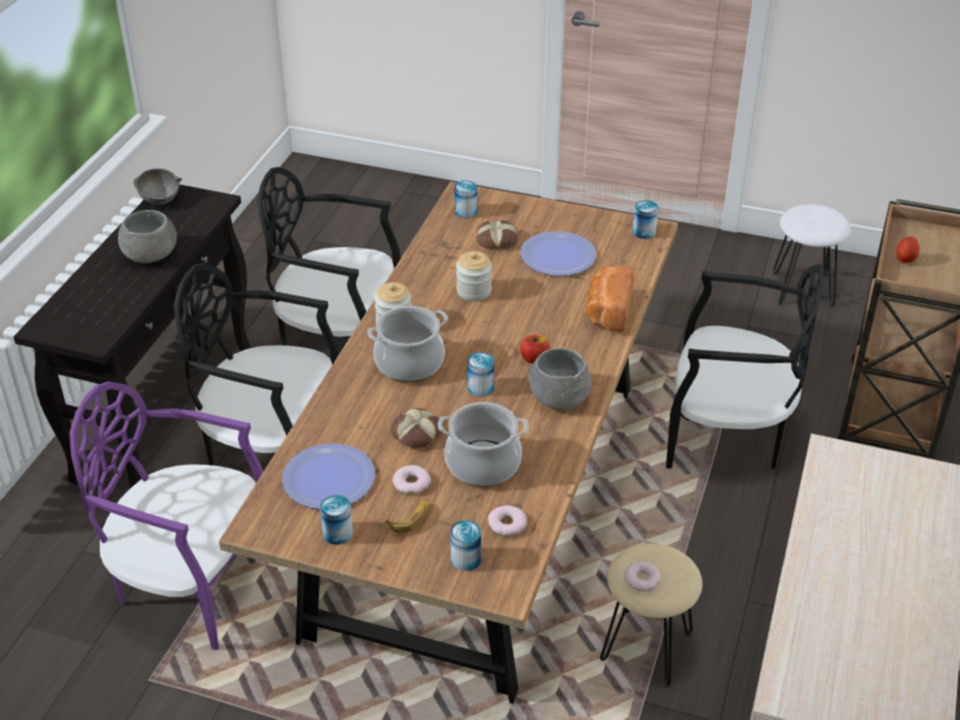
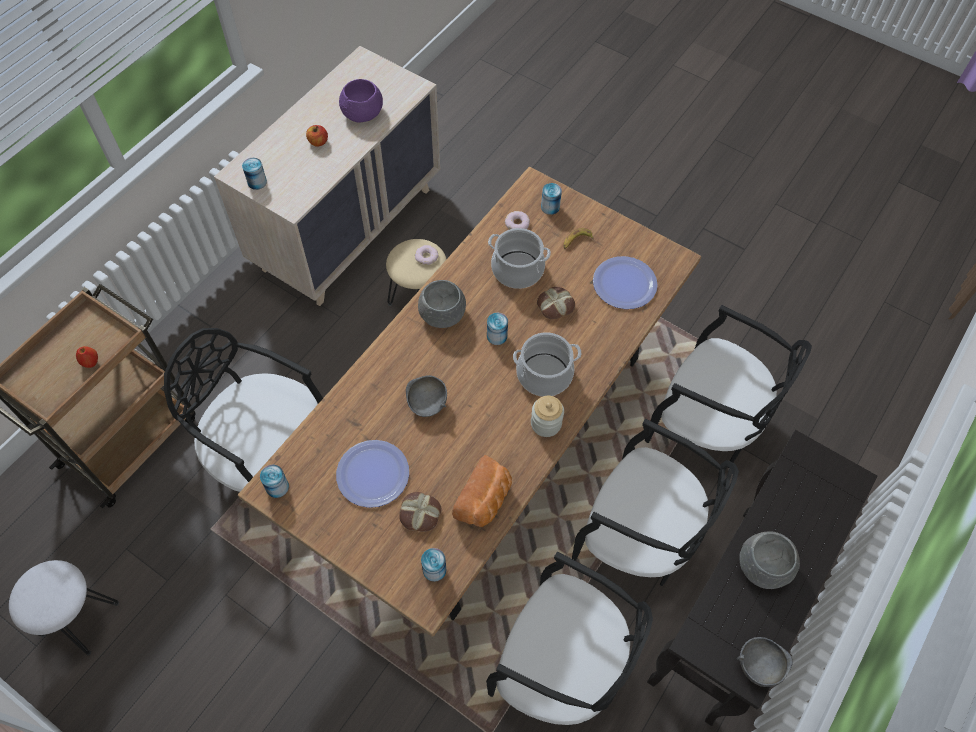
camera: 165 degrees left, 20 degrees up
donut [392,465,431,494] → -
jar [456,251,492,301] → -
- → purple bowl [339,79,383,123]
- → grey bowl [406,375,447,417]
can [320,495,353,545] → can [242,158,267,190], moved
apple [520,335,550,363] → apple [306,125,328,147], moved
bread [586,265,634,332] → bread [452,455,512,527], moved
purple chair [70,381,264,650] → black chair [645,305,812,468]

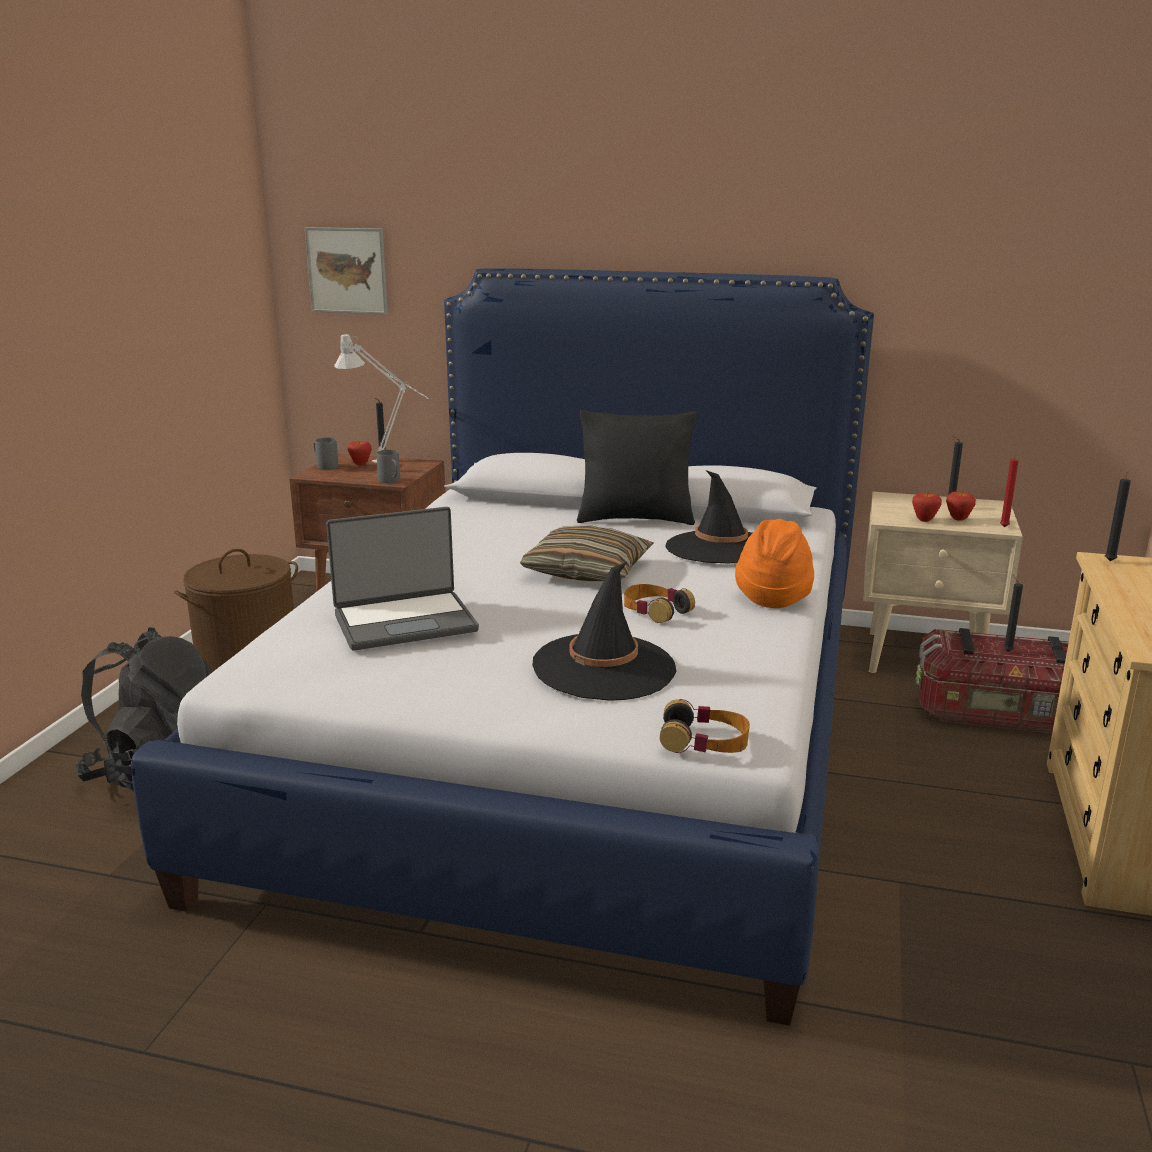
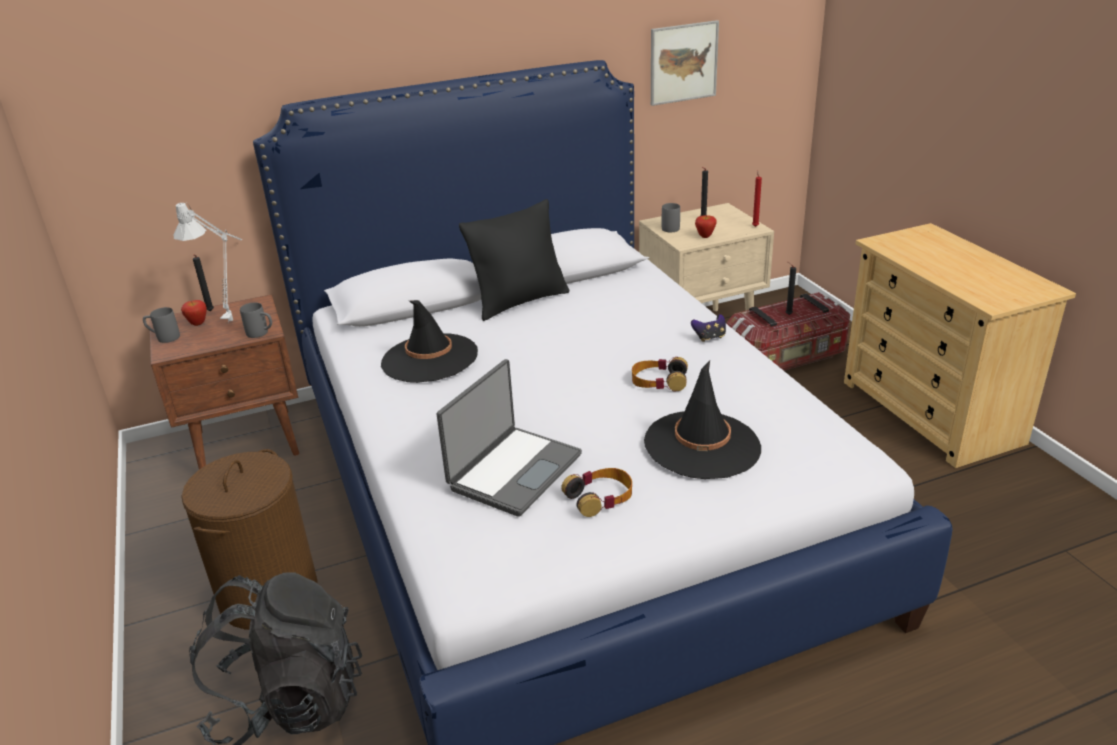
camera: 35 degrees left, 10 degrees up
pillow [520,525,654,581] → -
apple [946,491,976,521] → -
black candle [1105,469,1131,561] → -
- → grey mug [662,203,680,232]
picture [305,227,388,315] → picture [651,20,719,106], moved
headphones [660,699,750,753] → headphones [561,468,632,517], moved
black hat [665,470,752,564] → black hat [381,300,478,383], moved
orange hat [735,519,814,608] → game controller [691,314,726,342]

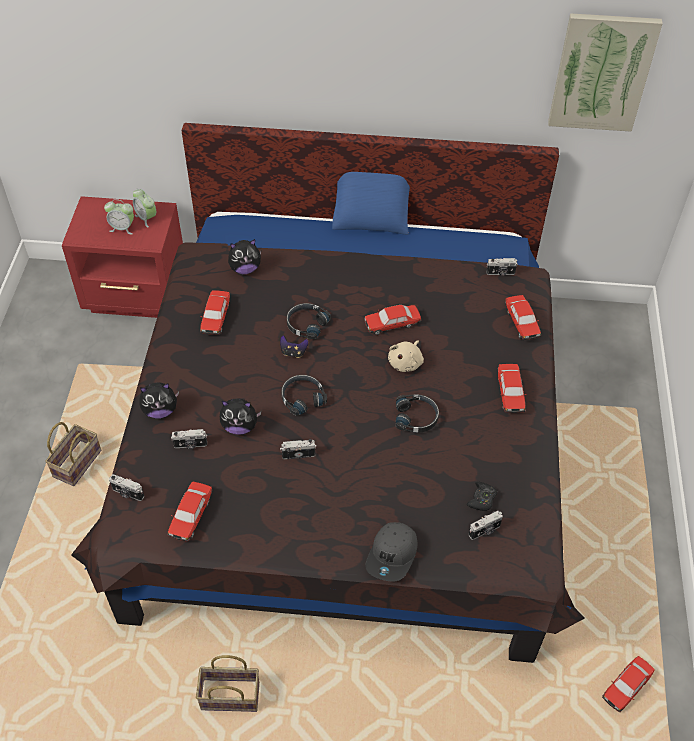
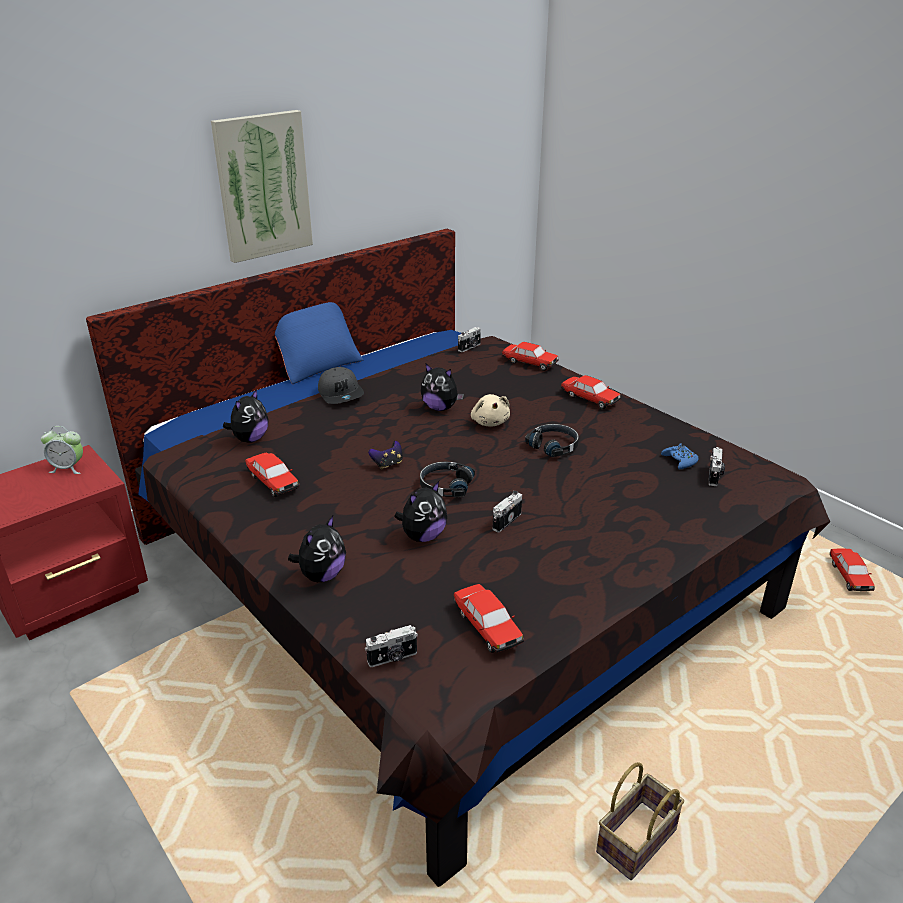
camera: 45 degrees left, 20 degrees down
basket [45,422,101,486] → -
alarm clock [104,199,134,234] → -
photo camera [171,429,207,449] → -
black headphones [287,303,331,339] → -
grey cap [365,522,417,582] → grey cap [318,367,364,404], moved
picture [548,13,663,132] → picture [211,110,313,263], moved
toy car [364,305,421,335] → plush toy [421,364,464,411]
black game controller [467,482,497,511] → blue game controller [661,443,699,469]

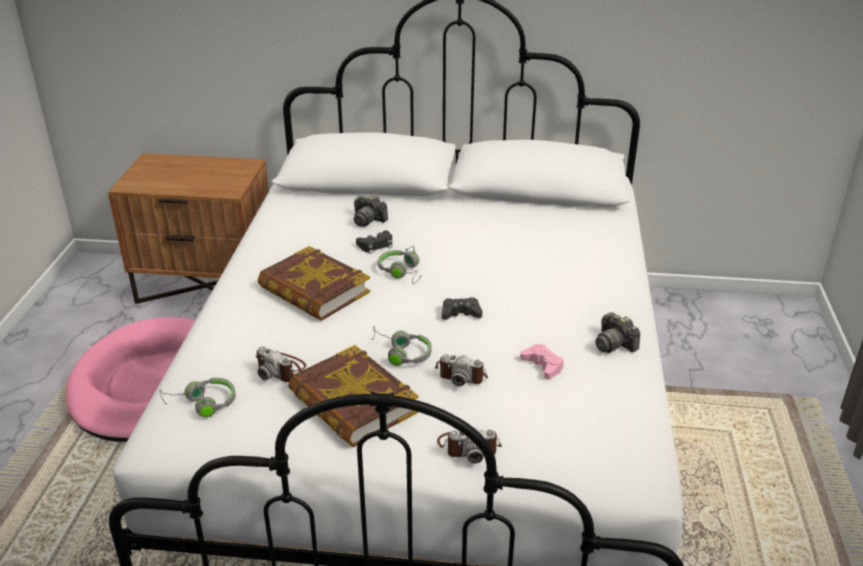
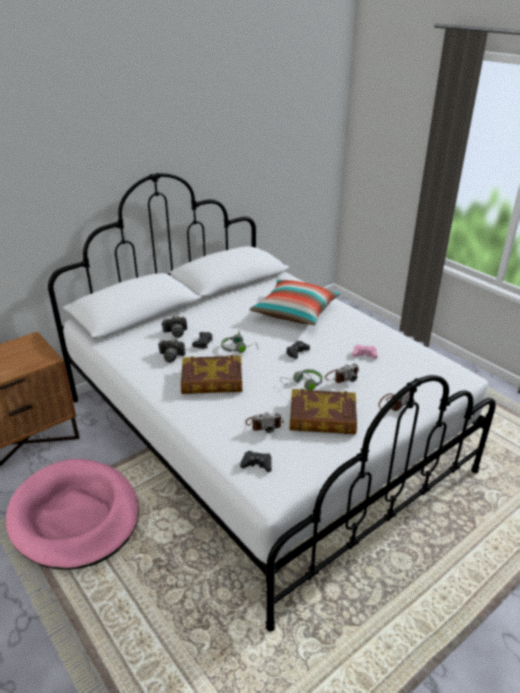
camera: 45 degrees left, 0 degrees up
- → pillow [249,279,340,325]
photo camera [596,312,640,353] → photo camera [158,338,186,362], moved
grey headphones [160,378,236,418] → black game controller [240,451,272,472]

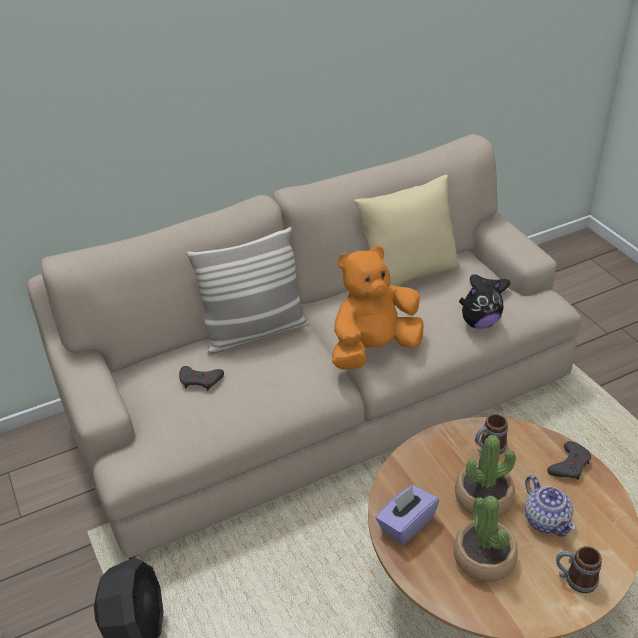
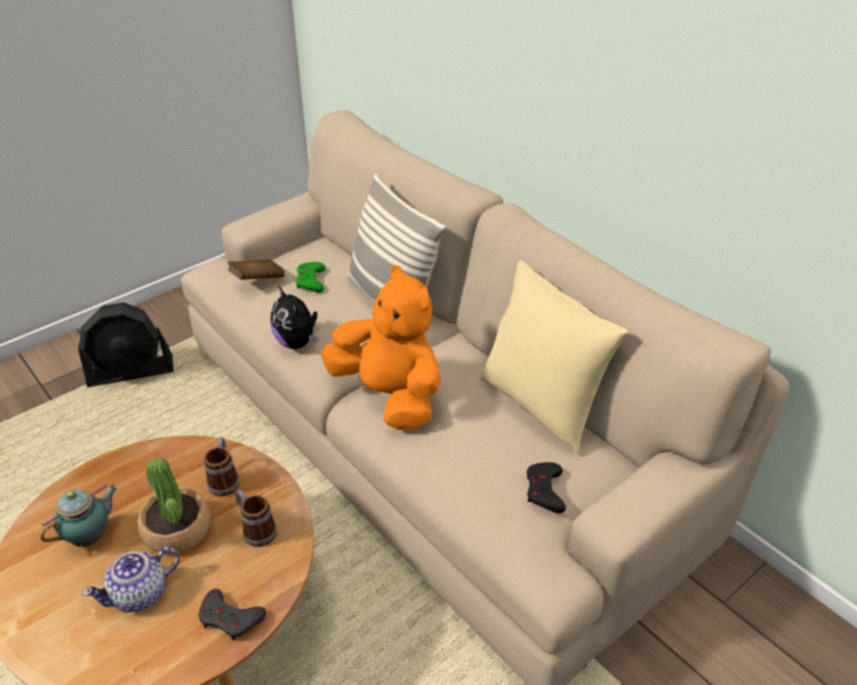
camera: 75 degrees right, 0 degrees up
purple tissue box [376,485,439,545] → -
- → brown book [228,259,285,280]
plush toy [459,280,504,329] → plush toy [270,286,319,349], moved
mug [556,546,602,593] → mug [204,437,239,497], moved
potted plant [454,496,518,582] → teapot [40,485,118,547]
grey game controller [179,366,224,391] → green game controller [295,262,325,293]

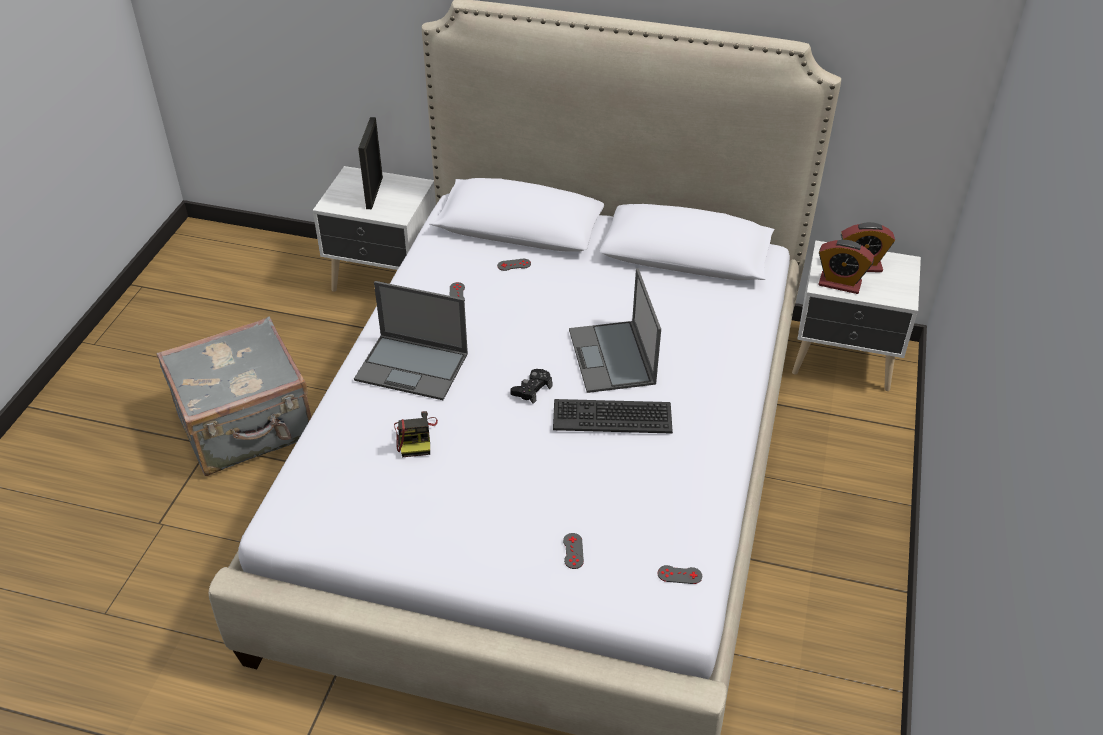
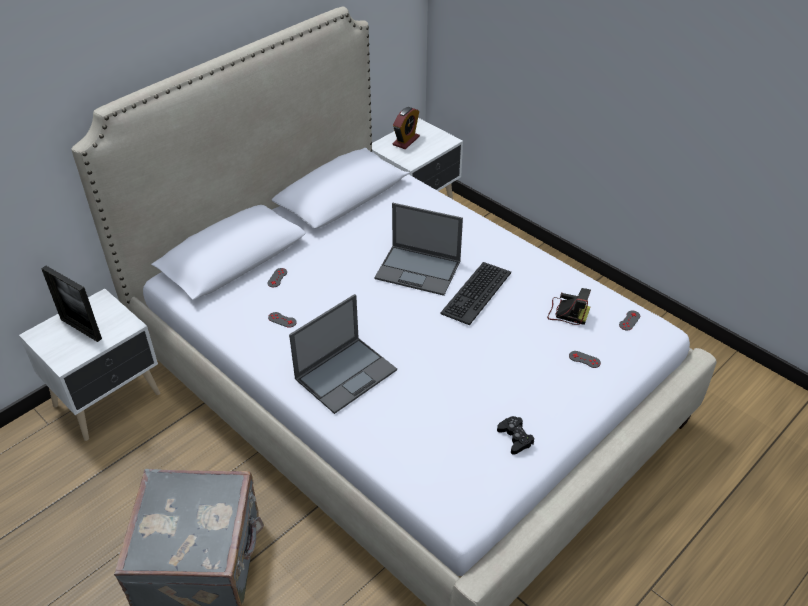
camera: 60 degrees left, 0 degrees up
alarm clock [818,240,874,294] → -
photo camera [394,411,438,457] → photo camera [547,288,591,325], moved
black game controller [510,369,552,404] → black game controller [497,416,534,455], moved

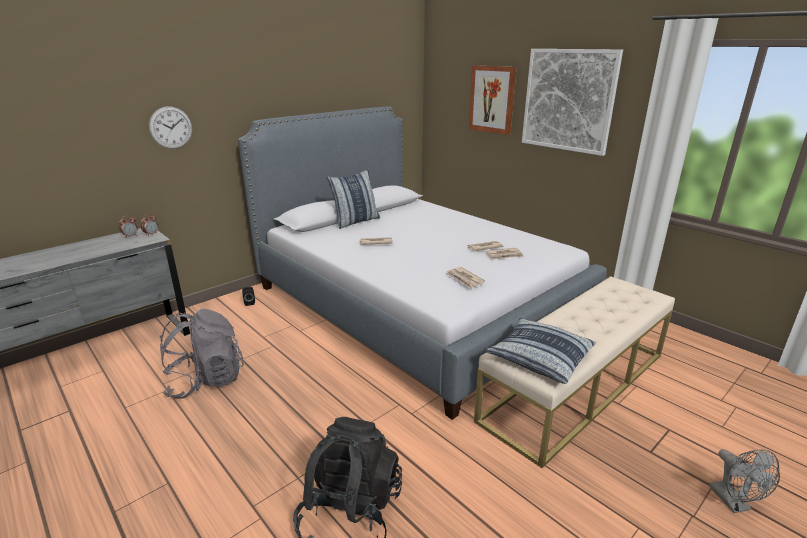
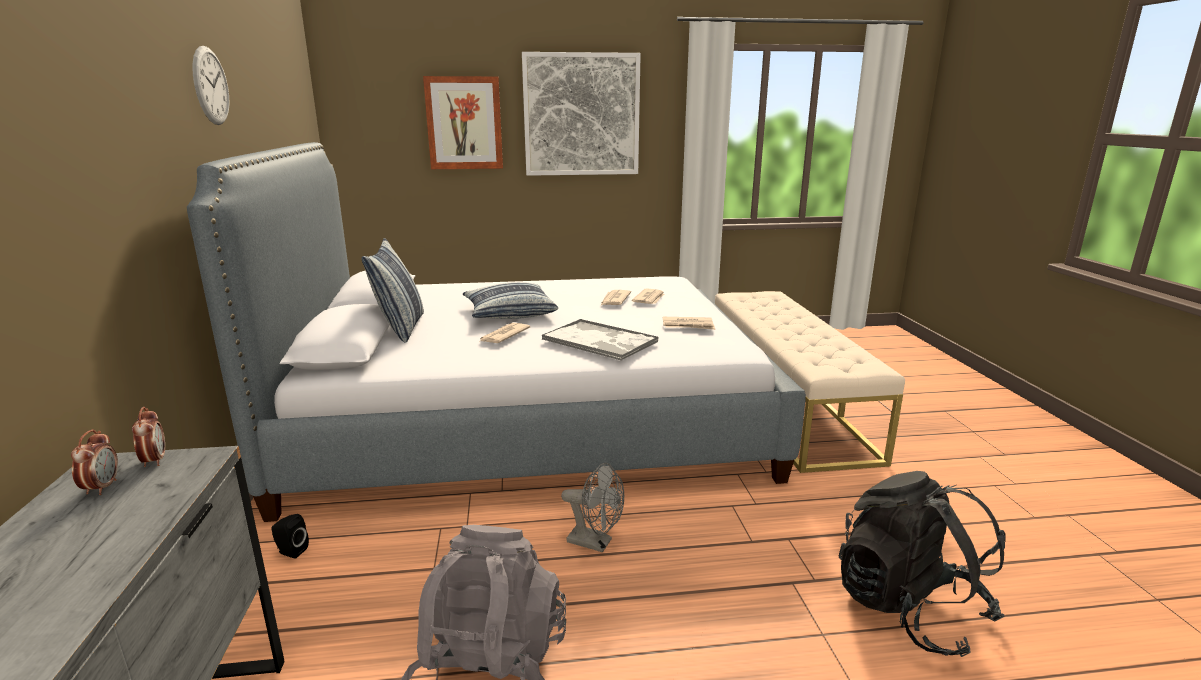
camera: 55 degrees left, 5 degrees down
- → tray [542,319,659,361]
wall clock [149,106,192,149] → wall clock [192,46,229,125], moved
pillow [485,318,595,384] → pillow [463,282,558,319], moved
grey fan [709,449,780,513] → grey fan [561,463,624,553], moved

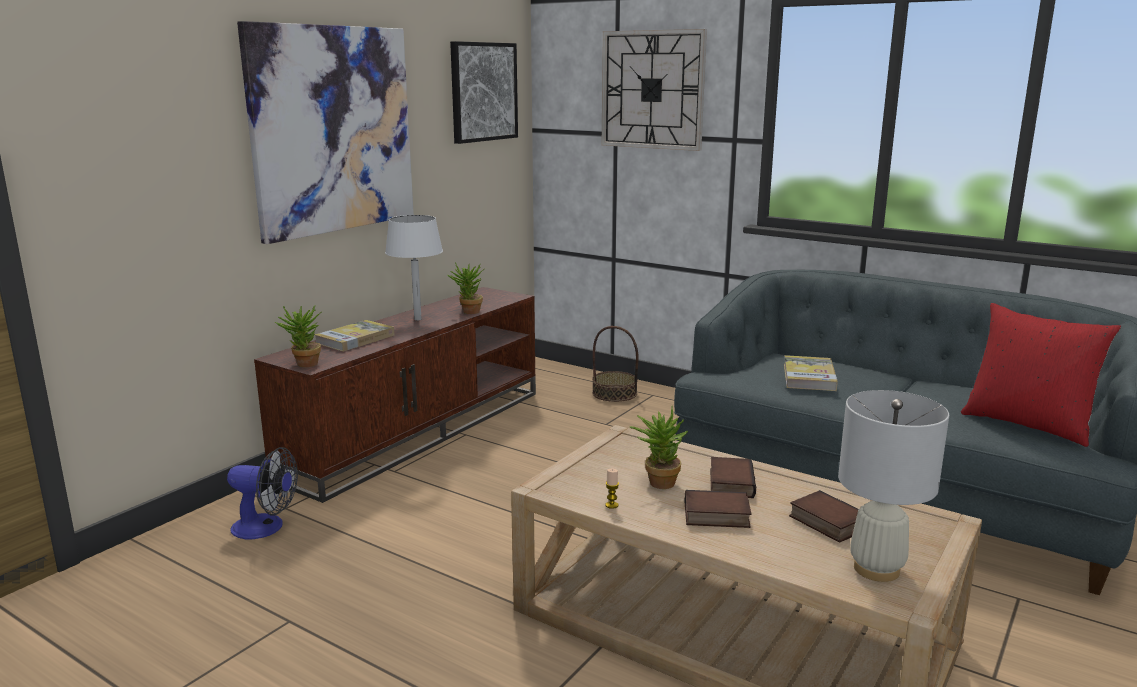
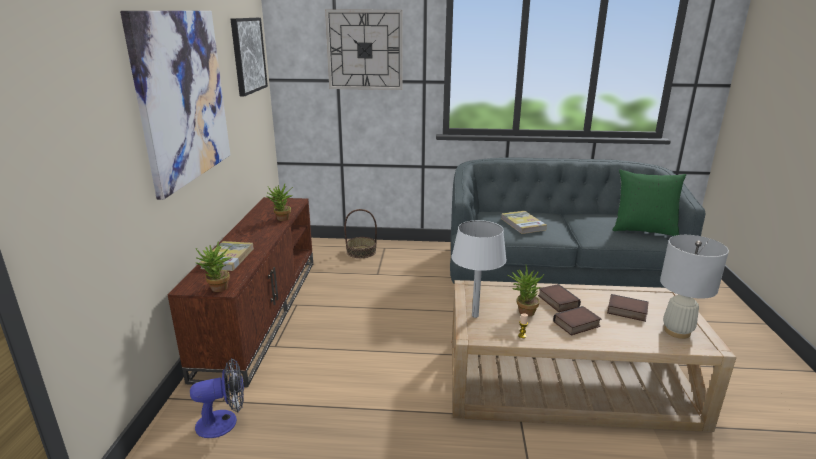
camera: 30 degrees left, 5 degrees up
white table lamp [385,215,443,321] → white table lamp [451,220,507,318], moved
red pillow [961,303,1121,447] → green pillow [613,169,686,236]

